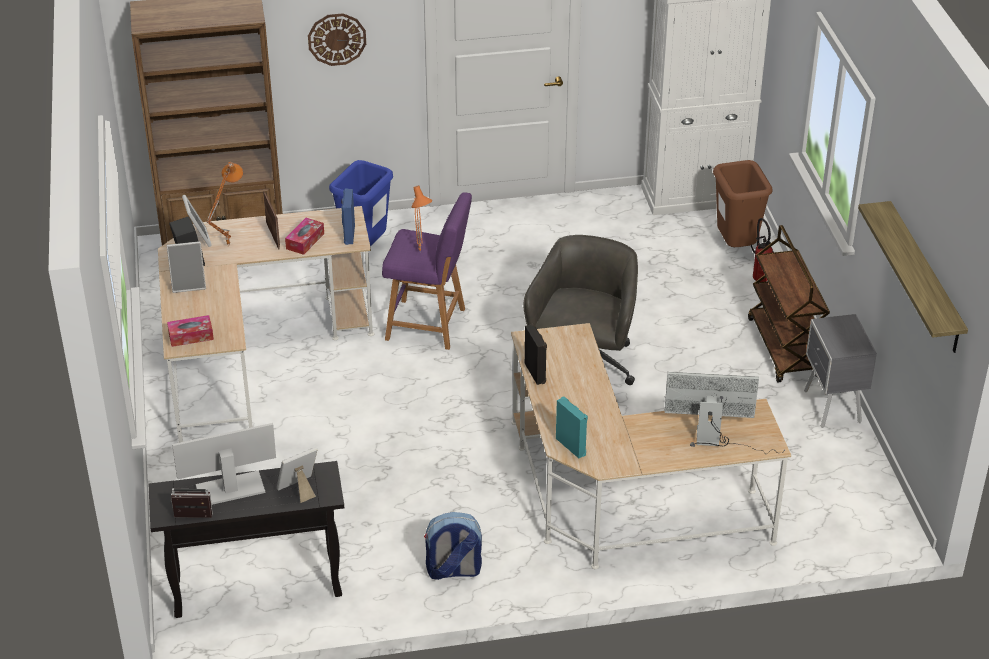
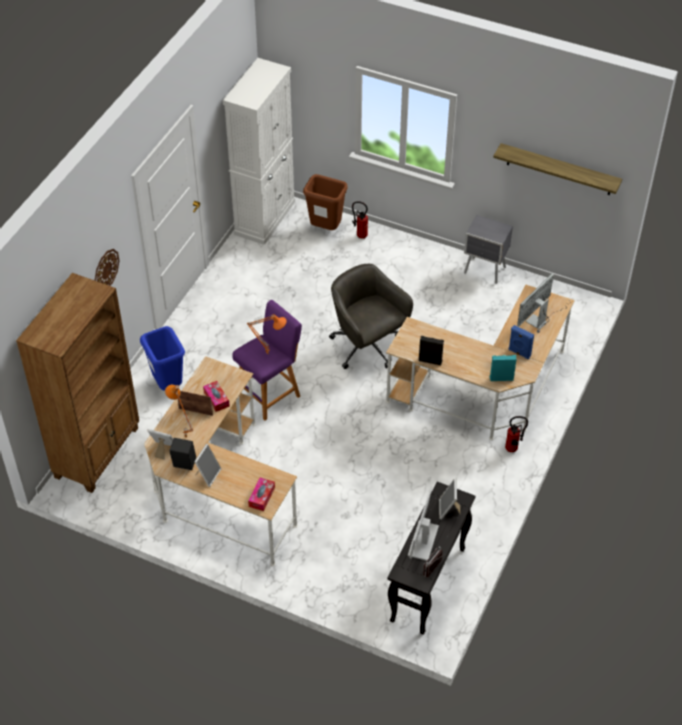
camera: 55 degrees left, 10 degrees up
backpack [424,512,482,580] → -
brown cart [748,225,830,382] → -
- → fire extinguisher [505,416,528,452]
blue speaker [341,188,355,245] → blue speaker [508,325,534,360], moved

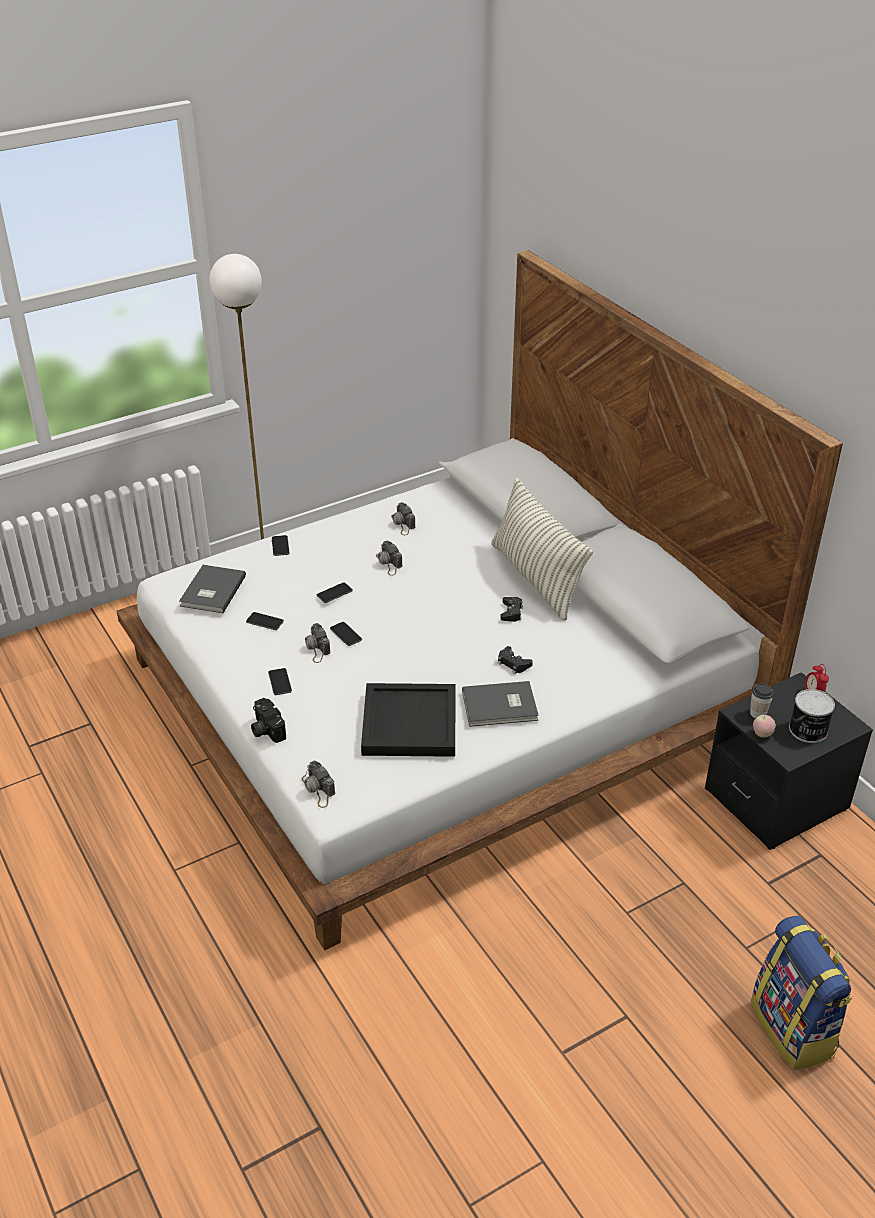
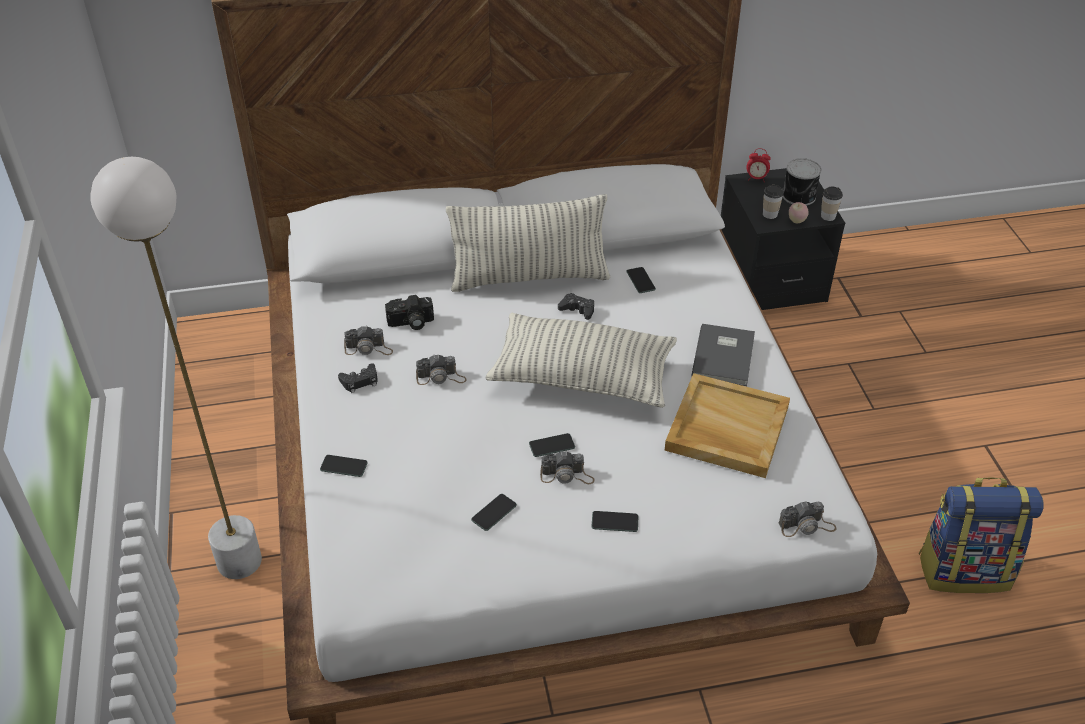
camera: 70 degrees left, 5 degrees up
grey book [179,565,246,613] → -
- → pillow [486,313,677,408]
- → cup [821,186,843,221]
photo camera [251,698,286,743] → photo camera [385,295,434,330], moved
phone [317,582,353,603] → phone [627,267,656,293], moved
black game controller [498,646,533,674] → black game controller [338,363,378,393], moved
backpack [751,916,853,1070] → backpack [919,477,1044,593], moved
black tray [361,683,456,757] → beige tray [664,373,790,478]

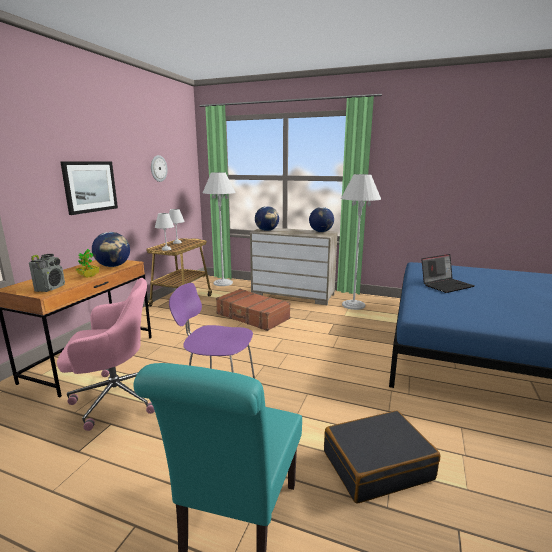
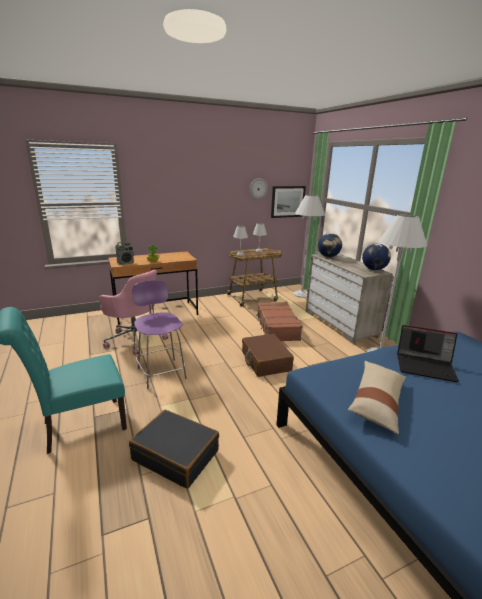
camera: 45 degrees right, 5 degrees up
globe [92,232,130,267] → -
- → brown suitcase [242,334,294,377]
- → beige pillow [348,361,406,434]
picture [60,161,118,215] → picture [271,186,306,218], moved

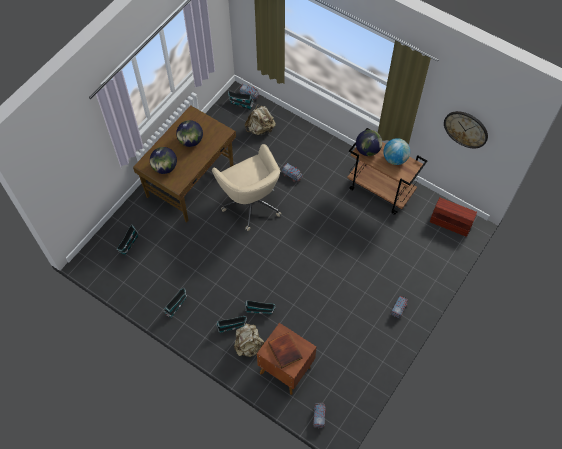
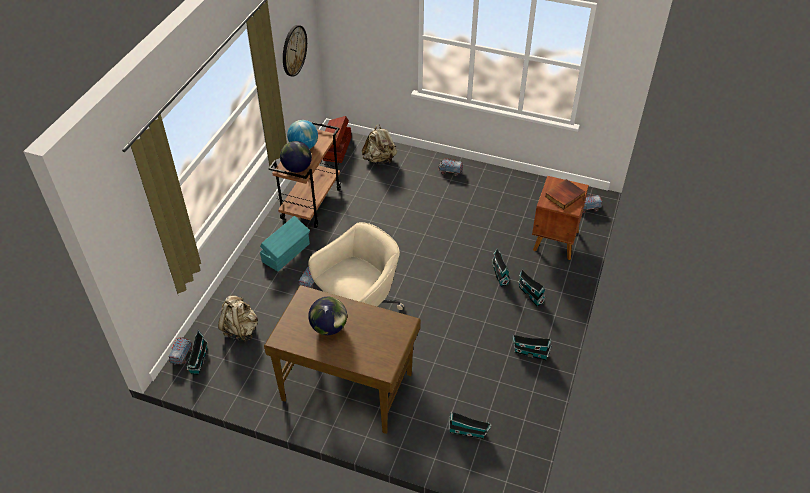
camera: 105 degrees left, 15 degrees down
globe [150,147,177,174] → -
- → turquoise storage box [260,216,310,271]
beige backpack [234,324,264,357] → beige backpack [362,124,397,164], moved

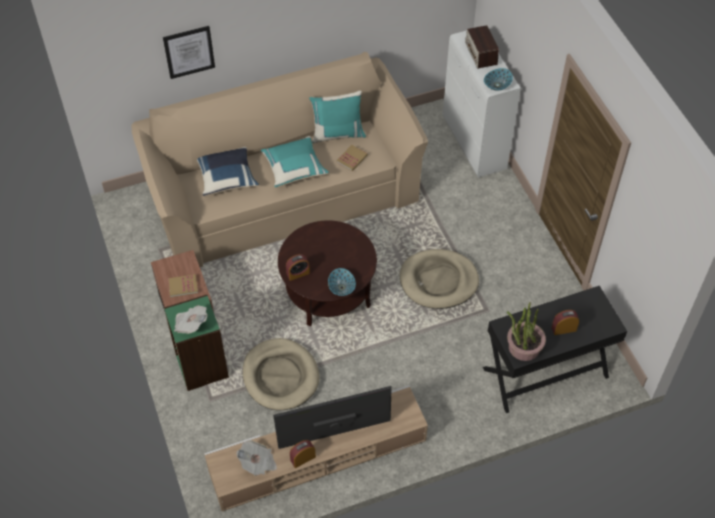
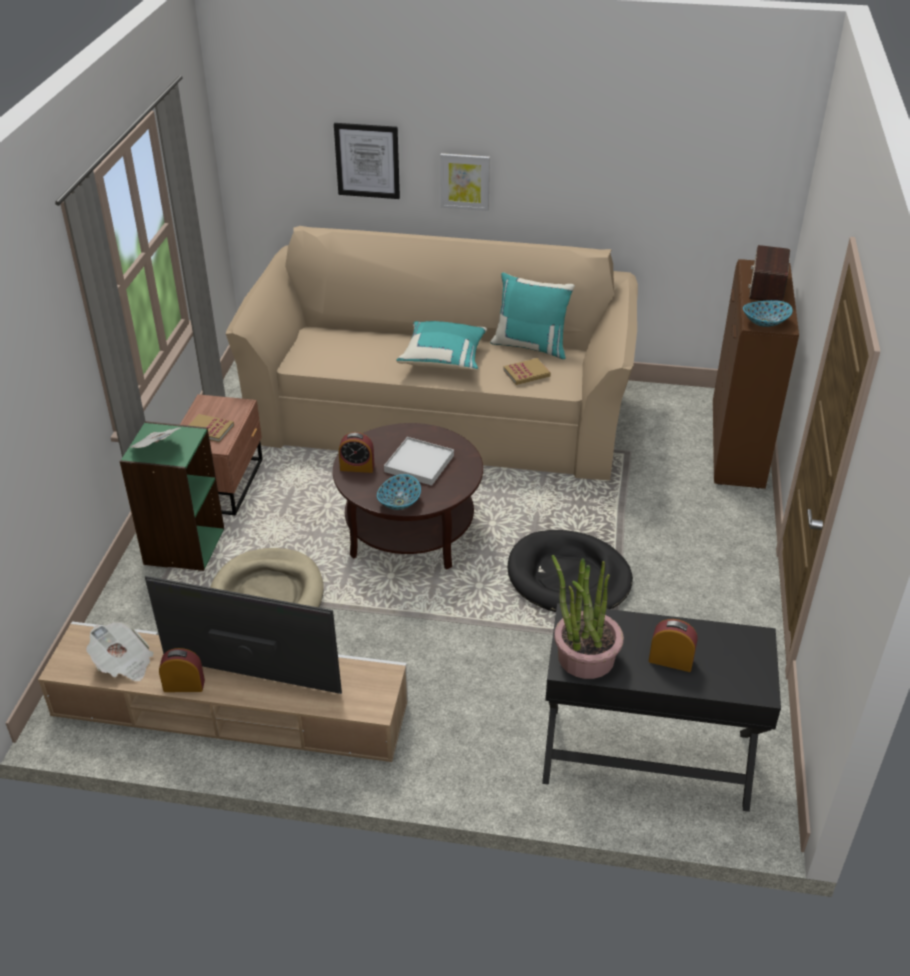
camera: 30 degrees right, 15 degrees down
blue pillow [197,147,259,197] → -
- → white tray [384,437,454,486]
- → picture [440,153,490,211]
beige dog bed [399,249,479,309] → black dog bed [508,530,633,612]
white cabinet [443,30,521,177] → brown cabinet [713,259,799,489]

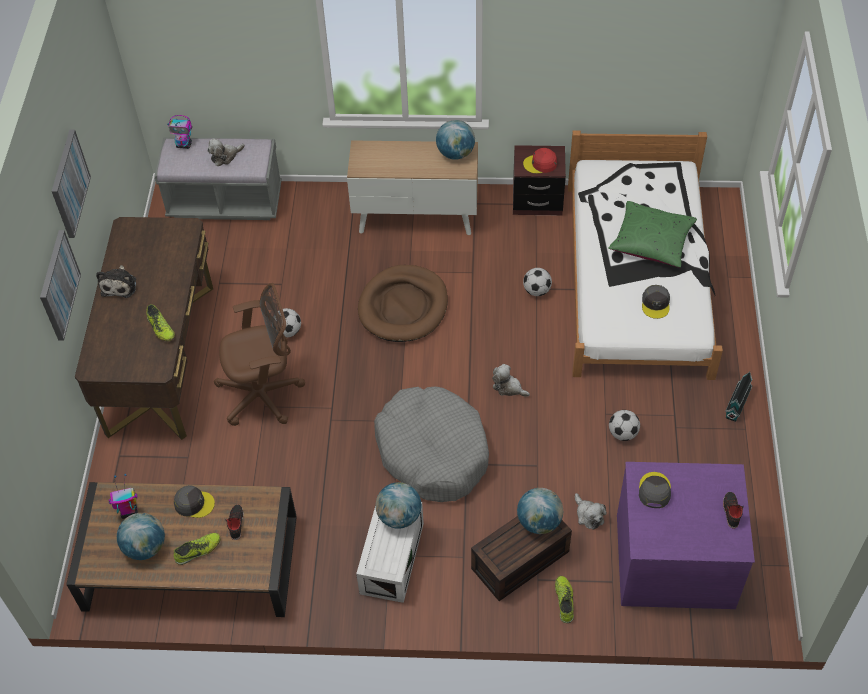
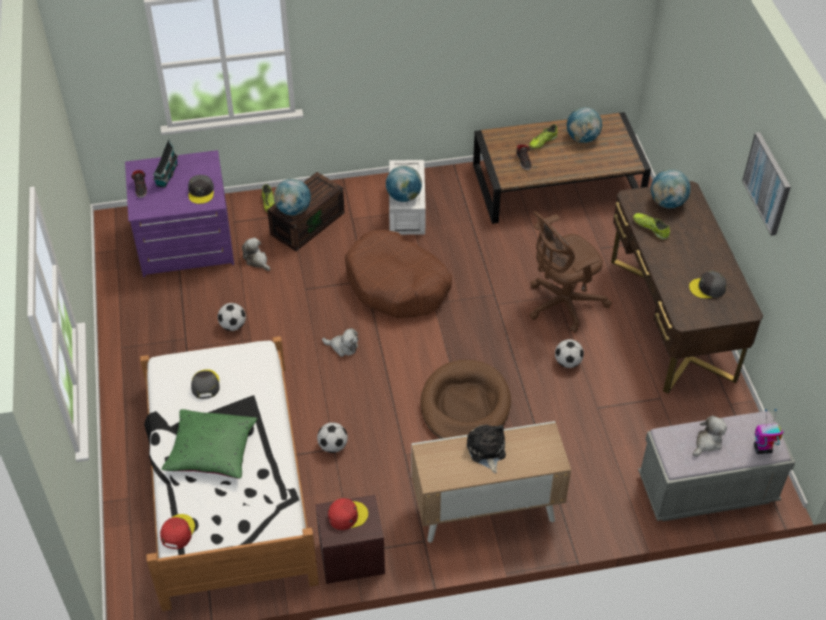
camera: 165 degrees right, 5 degrees down
picture [40,230,81,340] → -
toy robot [109,474,138,519] → -
- → red cap [160,514,195,549]
plush toy [96,265,136,298] → plush toy [467,425,506,473], moved
grey cap [174,485,215,518] → grey cap [689,271,727,299], moved
globe [436,120,475,160] → globe [651,169,691,208], moved
toy house [725,372,752,422] → toy house [153,139,178,188], moved
grey dog bed [374,387,489,502] → brown dog bed [345,230,452,318]

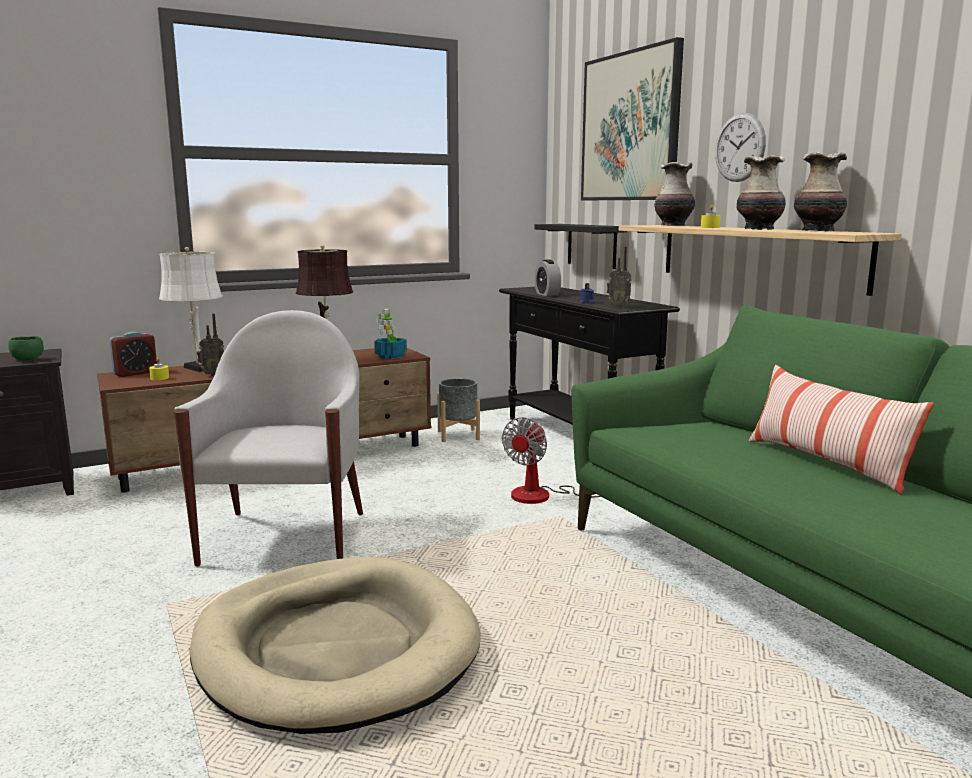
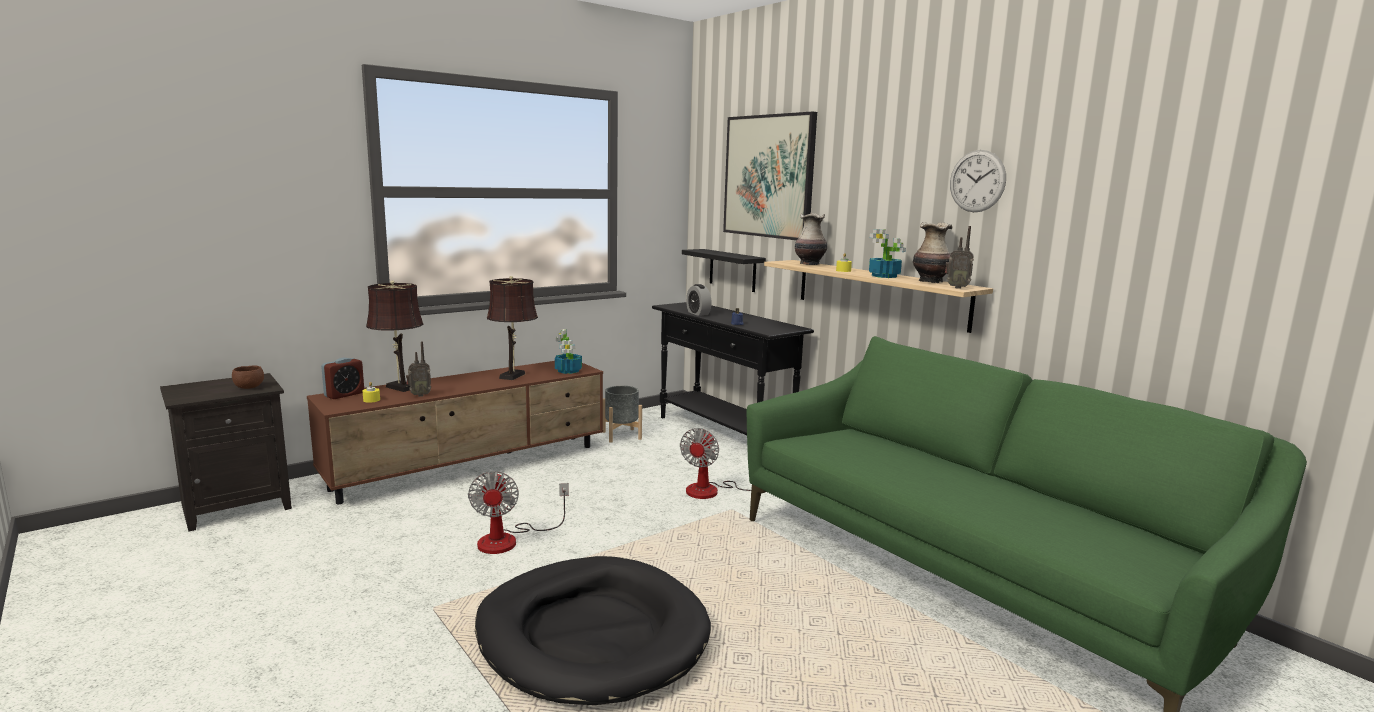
camera: 10 degrees left, 0 degrees up
pillow [749,365,934,494] → -
radio [607,247,632,308] → radio [945,226,974,289], moved
wall clock [715,113,766,182] → wall clock [950,150,1006,212], moved
white armchair [174,310,363,567] → fan [468,471,569,554]
vase [737,155,786,230] → potted plant [869,229,906,278]
green bowl [8,336,44,360] → brown bowl [232,365,264,389]
white table lamp [159,247,223,372] → brown table lamp [366,280,424,392]
beige dog bed [190,556,481,734] → black dog bed [475,556,711,705]

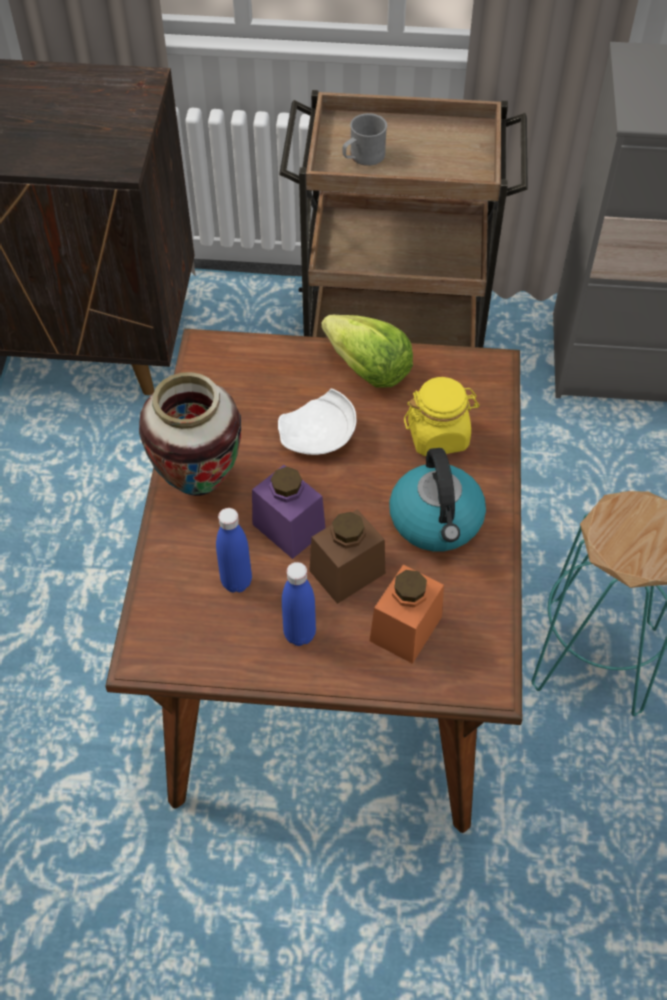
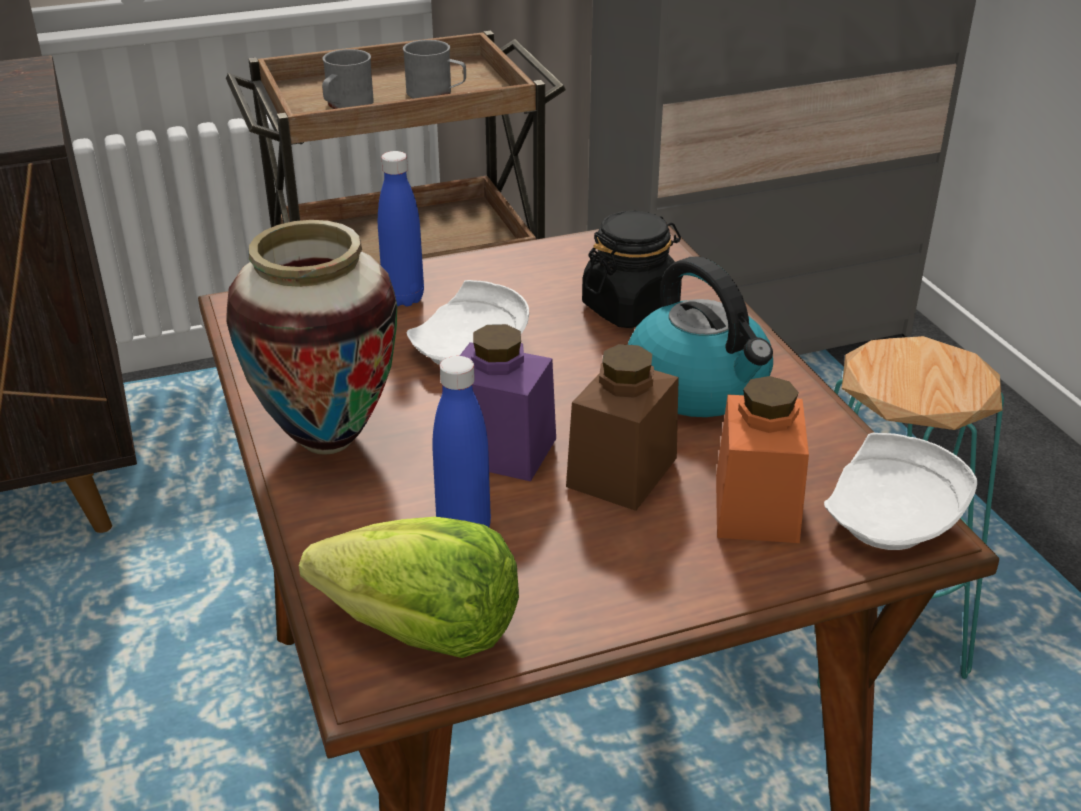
camera: 25 degrees left, 20 degrees down
- → grey mug [403,40,466,99]
- → white plate [824,433,977,550]
blue bottle [282,562,316,646] → blue bottle [378,151,424,307], moved
lettuce [321,315,413,388] → lettuce [299,517,519,658], moved
yellow jar [404,377,480,456] → black jar [582,211,682,328]

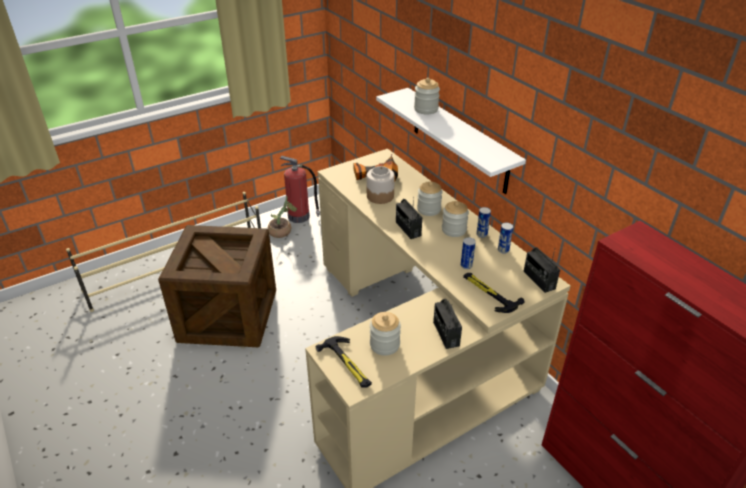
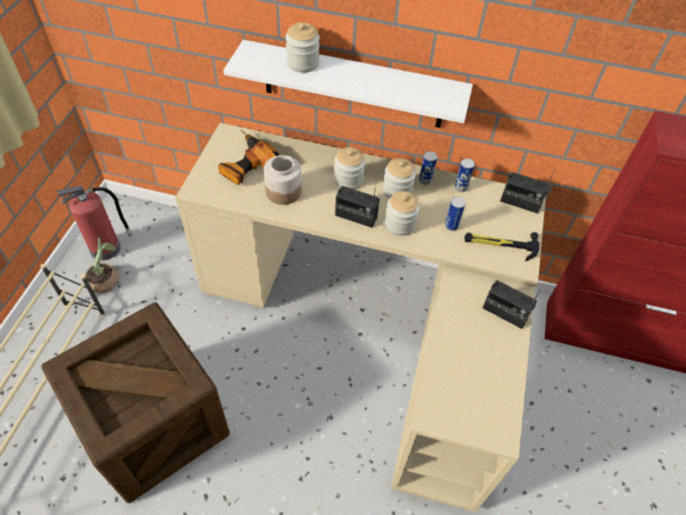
camera: 45 degrees left, 15 degrees up
hammer [316,336,372,388] → -
jar [370,312,401,356] → jar [385,191,420,236], moved

